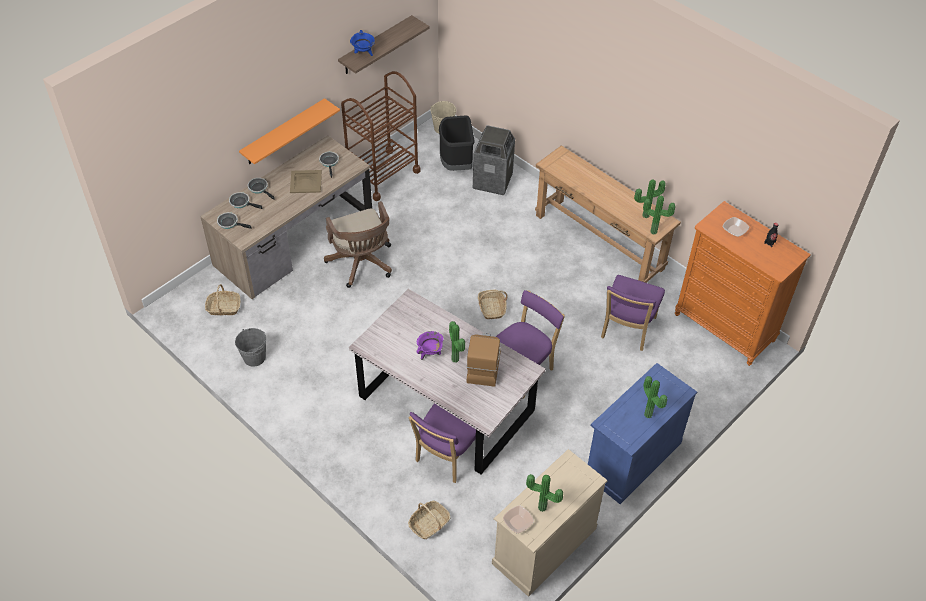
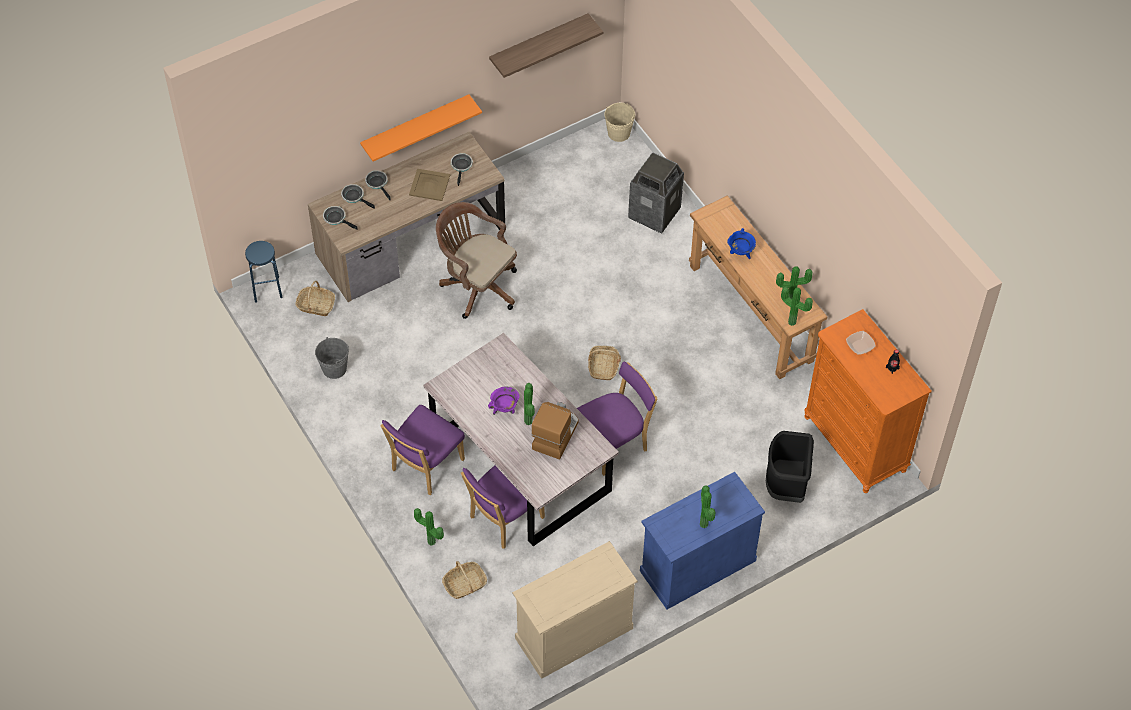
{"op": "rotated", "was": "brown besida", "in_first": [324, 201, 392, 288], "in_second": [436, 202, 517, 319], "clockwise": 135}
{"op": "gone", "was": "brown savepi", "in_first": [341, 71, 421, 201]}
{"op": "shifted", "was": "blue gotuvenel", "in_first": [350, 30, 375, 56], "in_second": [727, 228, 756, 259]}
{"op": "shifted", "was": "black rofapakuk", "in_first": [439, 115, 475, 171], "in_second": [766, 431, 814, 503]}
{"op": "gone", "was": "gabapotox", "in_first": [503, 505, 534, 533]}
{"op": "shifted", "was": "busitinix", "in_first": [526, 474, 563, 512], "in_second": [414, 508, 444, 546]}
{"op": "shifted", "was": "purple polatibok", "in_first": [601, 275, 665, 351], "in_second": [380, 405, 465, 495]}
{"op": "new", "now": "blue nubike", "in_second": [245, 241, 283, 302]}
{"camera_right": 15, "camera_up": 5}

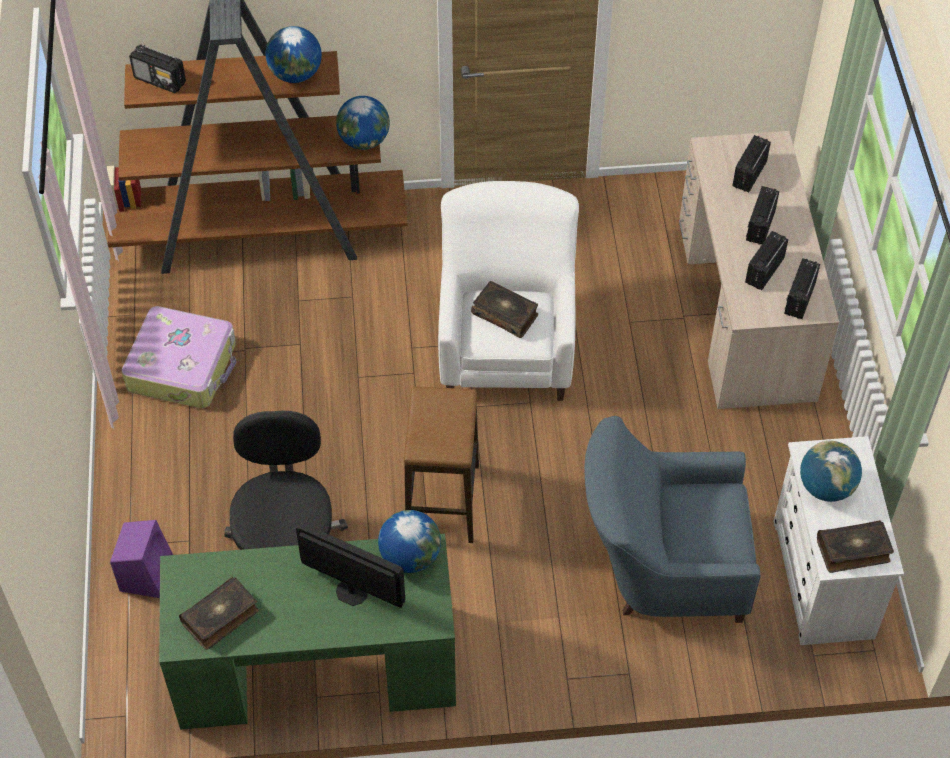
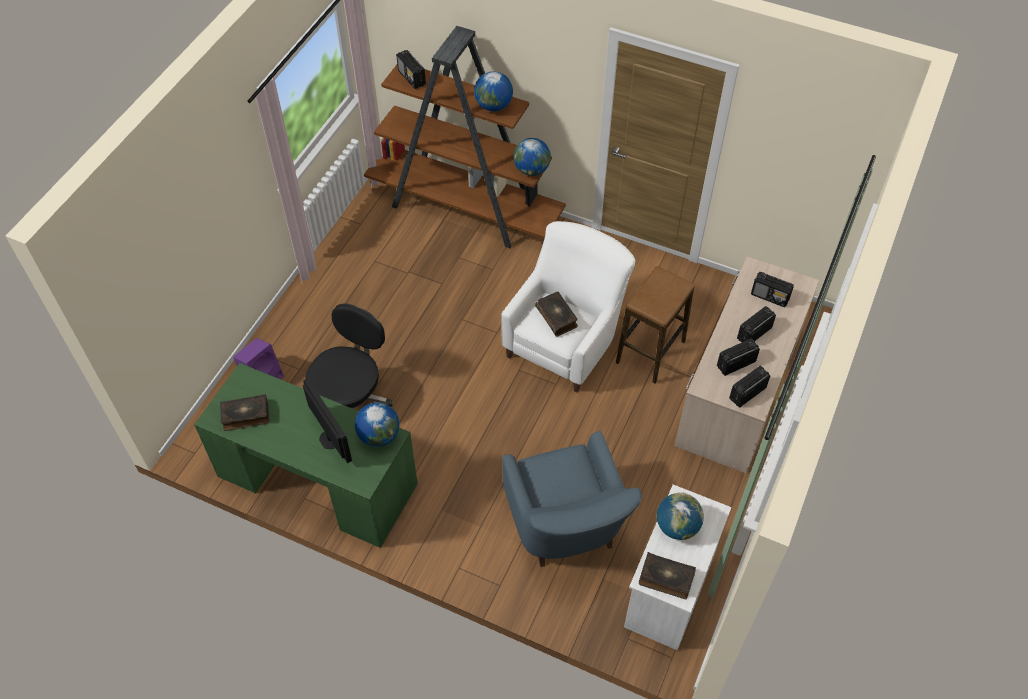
{"op": "gone", "was": "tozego", "in_first": [122, 306, 236, 408]}
{"op": "shifted", "was": "nubike", "in_first": [404, 387, 479, 543], "in_second": [616, 266, 695, 384]}
{"op": "rotated", "was": "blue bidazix", "in_first": [584, 416, 761, 623], "in_second": [502, 431, 642, 567], "clockwise": -135}
{"op": "rotated", "was": "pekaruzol", "in_first": [732, 135, 771, 192], "in_second": [751, 272, 794, 307], "clockwise": -120}
{"camera_right": 30, "camera_up": 0}

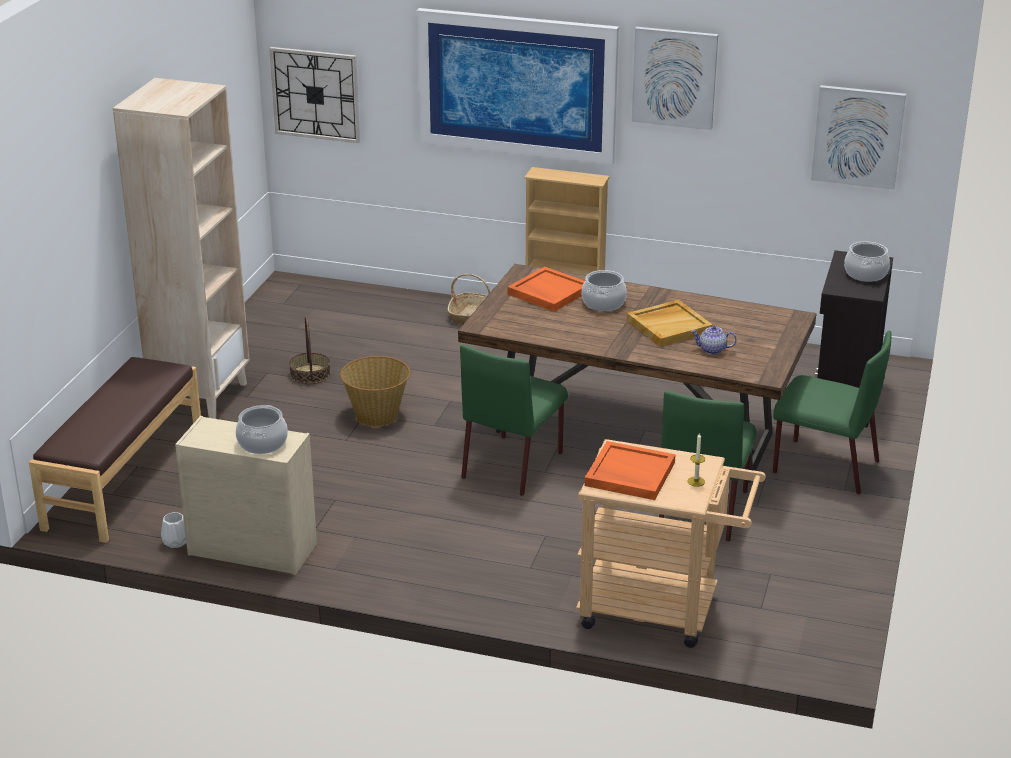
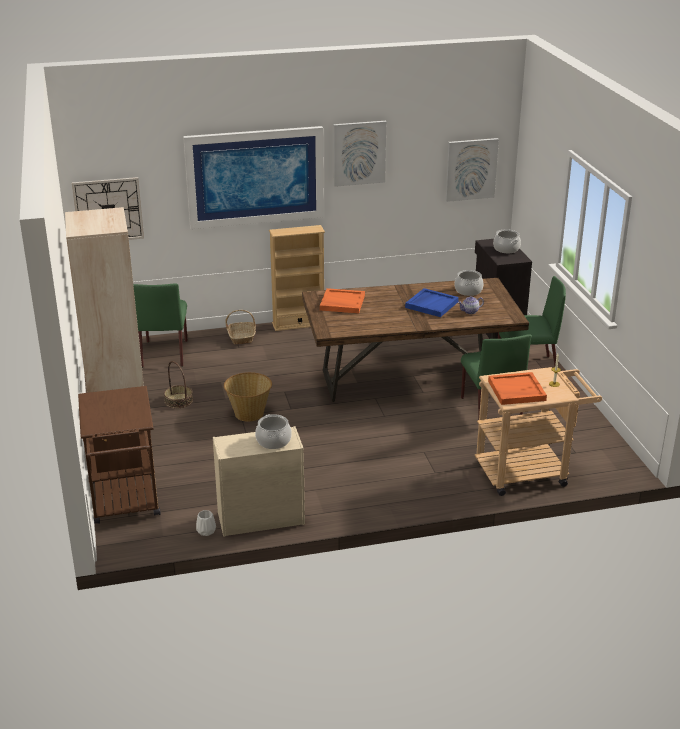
{"op": "swapped", "was": "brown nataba", "now": "brown savepi", "in_first": [29, 357, 201, 543], "in_second": [78, 386, 161, 524]}
{"op": "shifted", "was": "green polatibok", "in_first": [460, 345, 568, 496], "in_second": [133, 283, 188, 368]}
{"op": "shifted", "was": "gotuvenel", "in_first": [581, 270, 627, 311], "in_second": [454, 270, 483, 296]}
{"op": "repainted", "was": "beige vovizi", "now": "blue vovizi", "in_first": [627, 300, 713, 346], "in_second": [405, 288, 459, 317]}
{"camera_right": -30, "camera_up": 0}

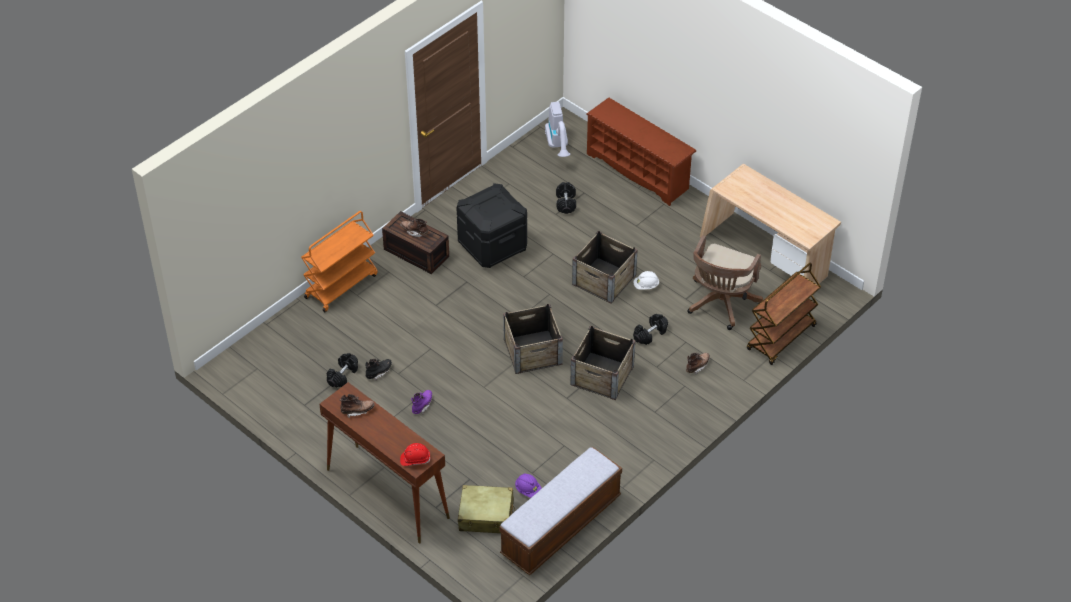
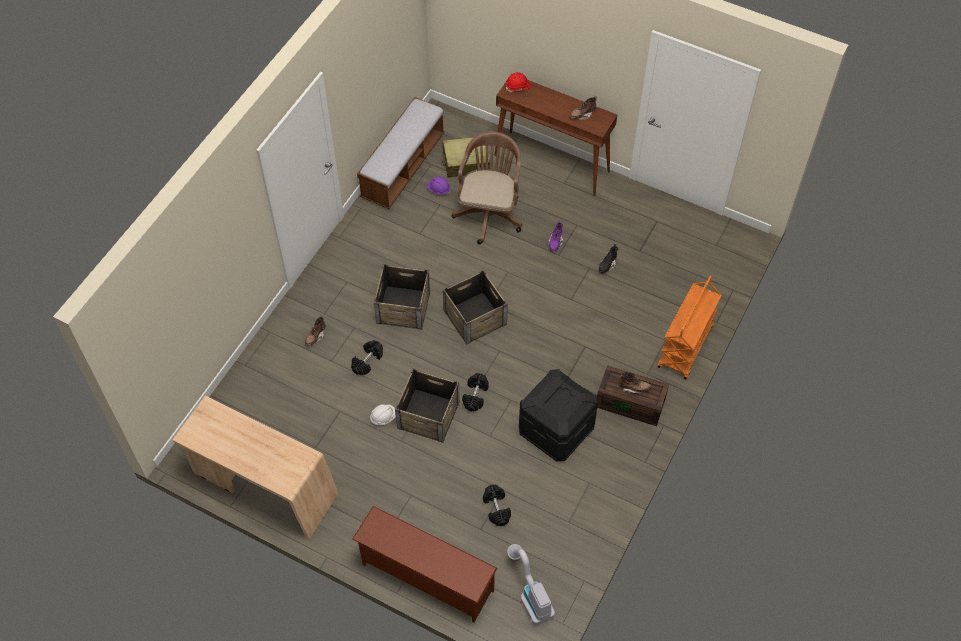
{"op": "shifted", "was": "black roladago", "in_first": [327, 353, 358, 387], "in_second": [462, 373, 489, 411]}
{"op": "shifted", "was": "brown besida", "in_first": [688, 235, 763, 330], "in_second": [452, 131, 522, 244]}
{"op": "gone", "was": "brown savepi", "in_first": [747, 263, 821, 365]}
{"camera_right": 165, "camera_up": 10}

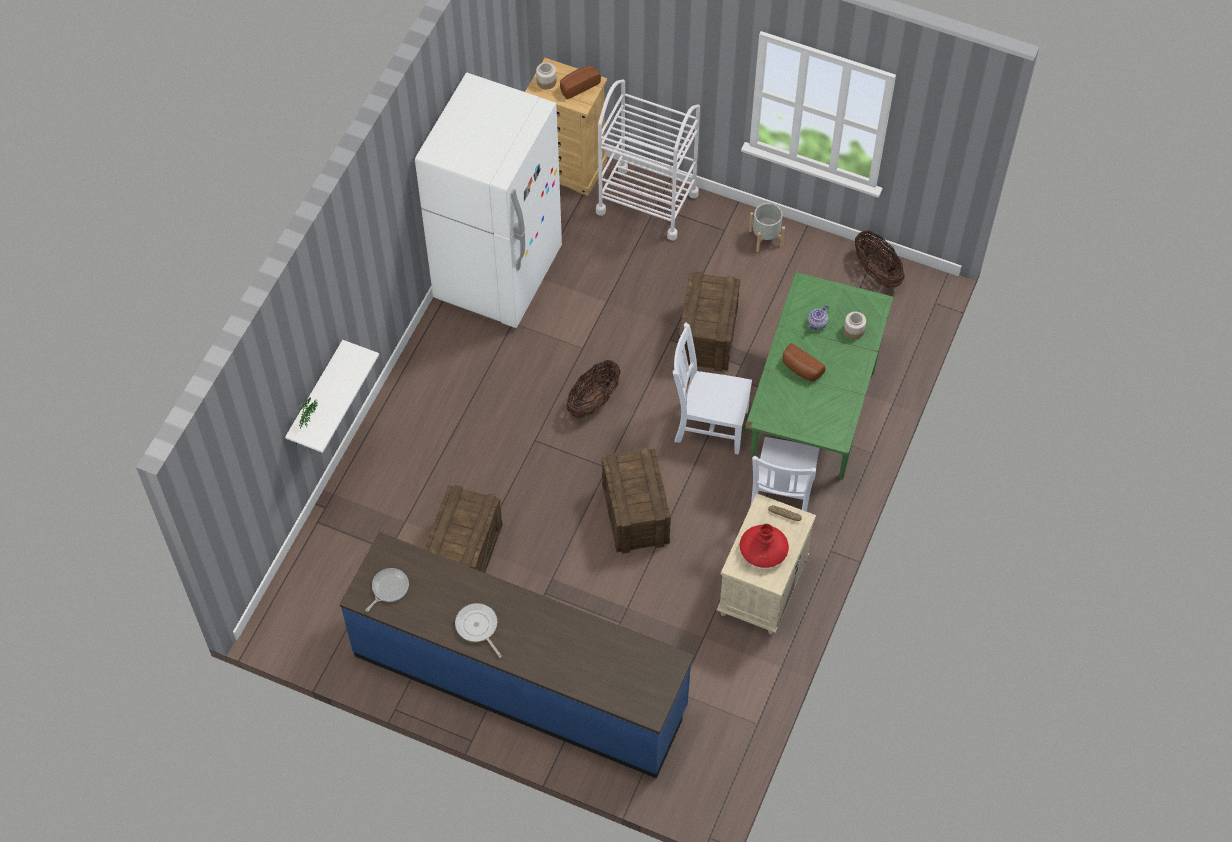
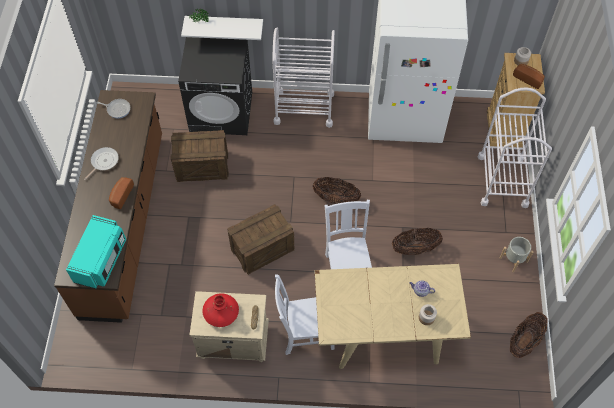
{"op": "repainted", "was": "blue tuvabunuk", "now": "brown tuvabunuk", "in_first": [340, 532, 694, 778], "in_second": [54, 90, 162, 323]}
{"op": "swapped", "was": "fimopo", "now": "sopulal", "in_first": [678, 271, 741, 372], "in_second": [392, 228, 443, 255]}
{"op": "repainted", "was": "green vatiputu", "now": "beige vatiputu", "in_first": [745, 272, 894, 479], "in_second": [315, 264, 471, 369]}
{"op": "shifted", "was": "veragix", "in_first": [783, 343, 826, 381], "in_second": [109, 177, 134, 209]}
{"op": "new", "now": "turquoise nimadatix", "in_second": [66, 215, 126, 289]}
{"op": "new", "now": "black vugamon", "in_second": [178, 37, 252, 135]}
{"op": "new", "now": "white savepi", "in_second": [272, 28, 335, 128]}
{"camera_right": 70, "camera_up": 0}

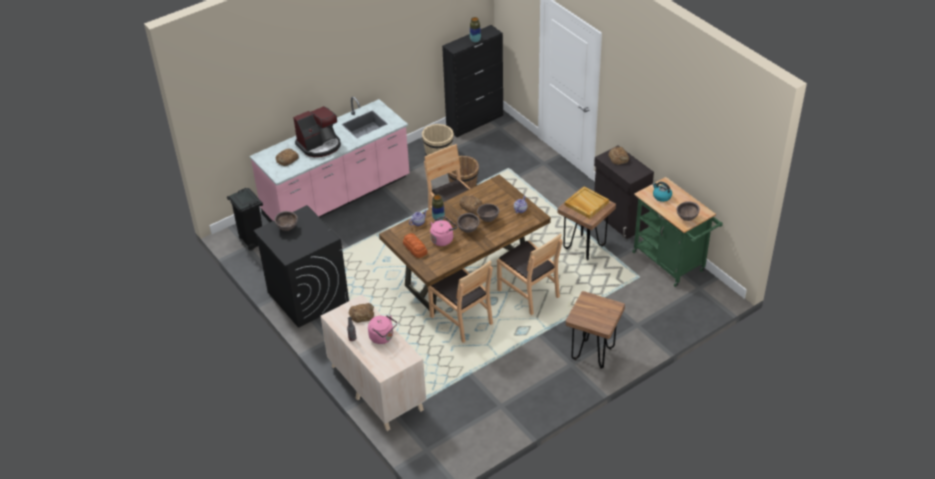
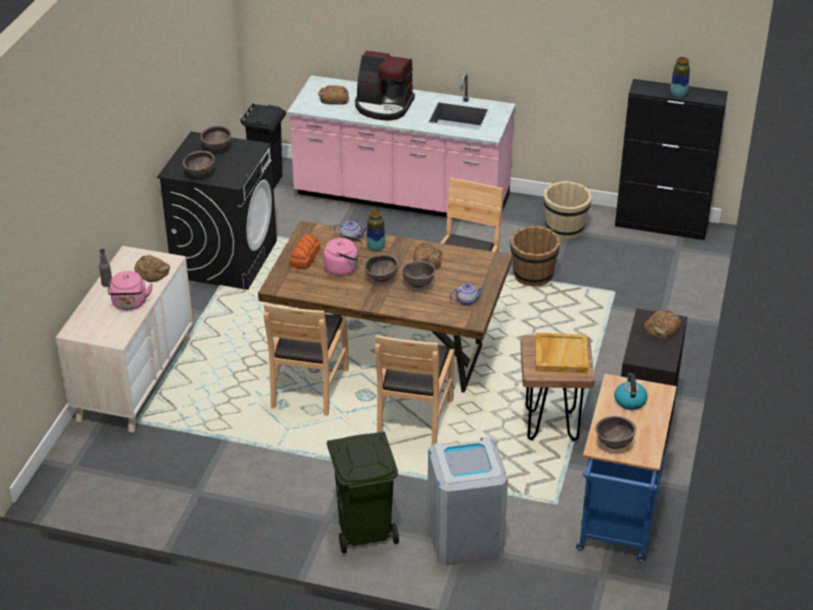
{"op": "swapped", "was": "brown nubike", "now": "green rofapakuk", "in_first": [566, 291, 625, 369], "in_second": [327, 431, 399, 553]}
{"op": "repainted", "was": "green savepi", "now": "blue savepi", "in_first": [632, 177, 723, 287], "in_second": [576, 374, 677, 562]}
{"op": "new", "now": "brown gabapotox", "in_second": [183, 151, 214, 177]}
{"op": "new", "now": "grey rofapakuk", "in_second": [427, 437, 508, 565]}
{"camera_right": 50, "camera_up": -5}

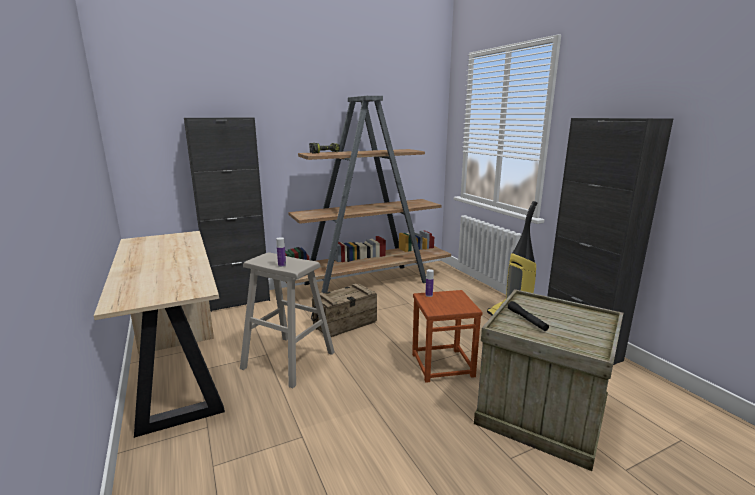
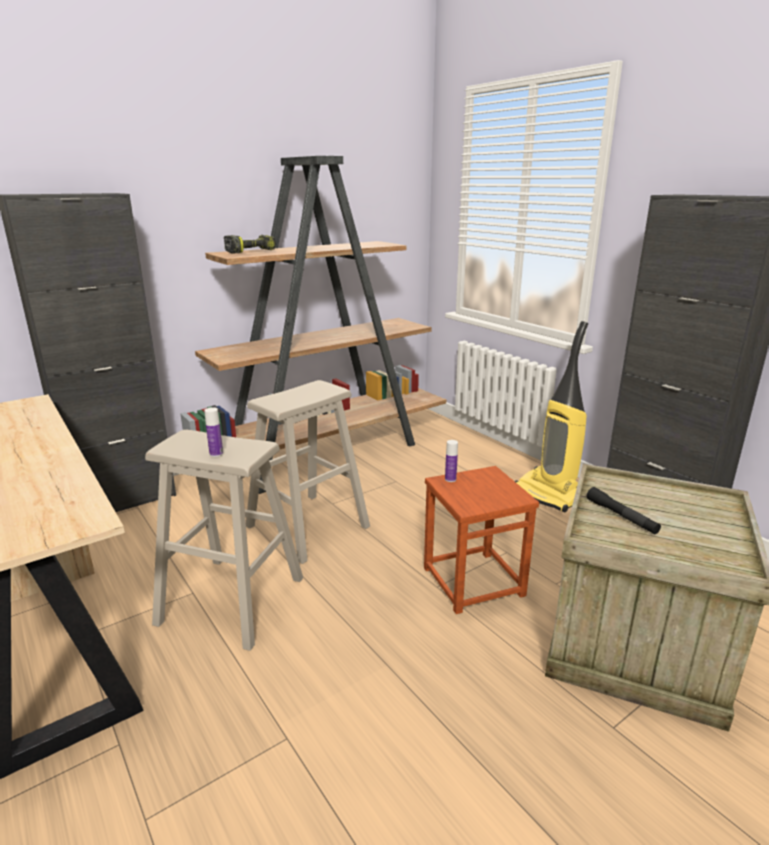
{"op": "swapped", "was": "fimopo", "now": "beige nubike", "in_first": [311, 283, 377, 337], "in_second": [246, 380, 370, 564]}
{"camera_right": -10, "camera_up": 5}

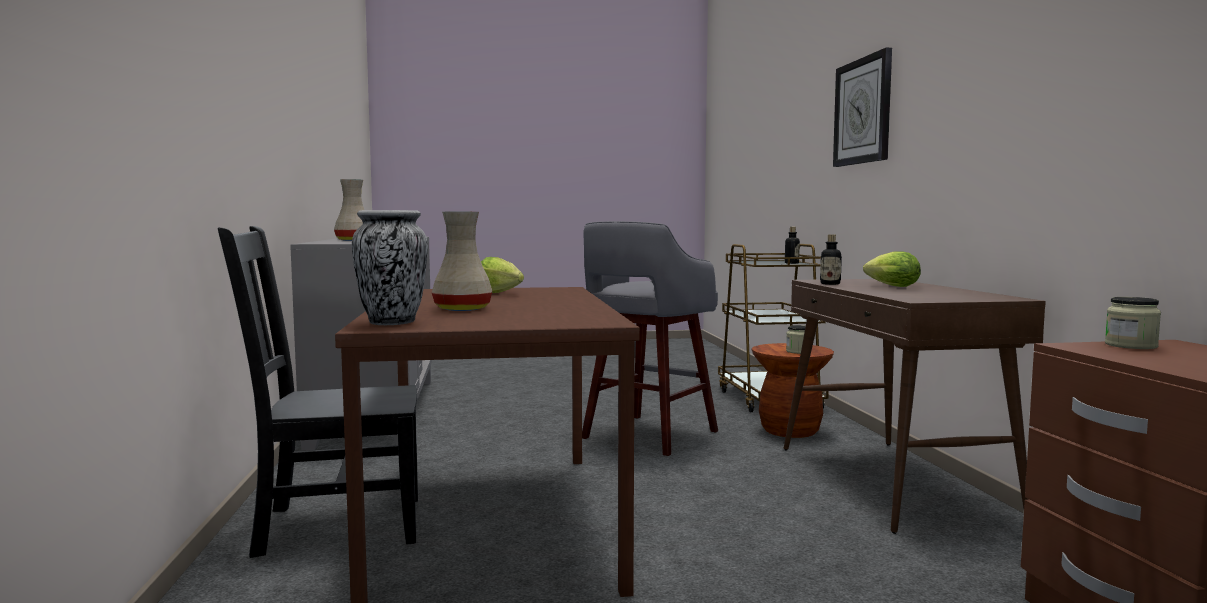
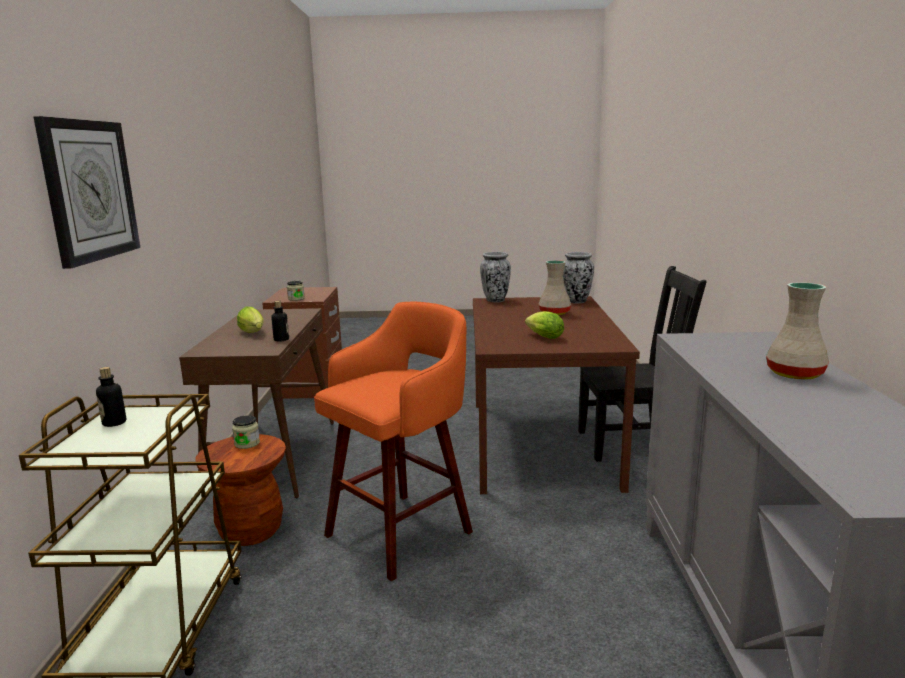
{"op": "repainted", "was": "grey nubike", "now": "orange nubike", "in_first": [582, 221, 718, 456], "in_second": [314, 302, 473, 581]}
{"op": "new", "now": "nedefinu", "in_second": [480, 252, 511, 303]}
{"camera_right": -170, "camera_up": 10}

